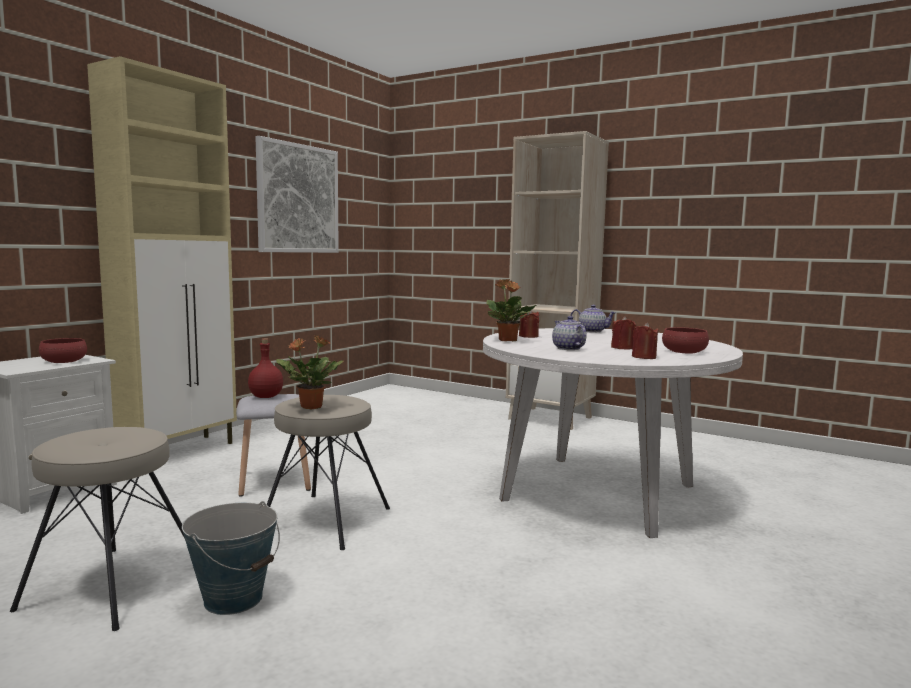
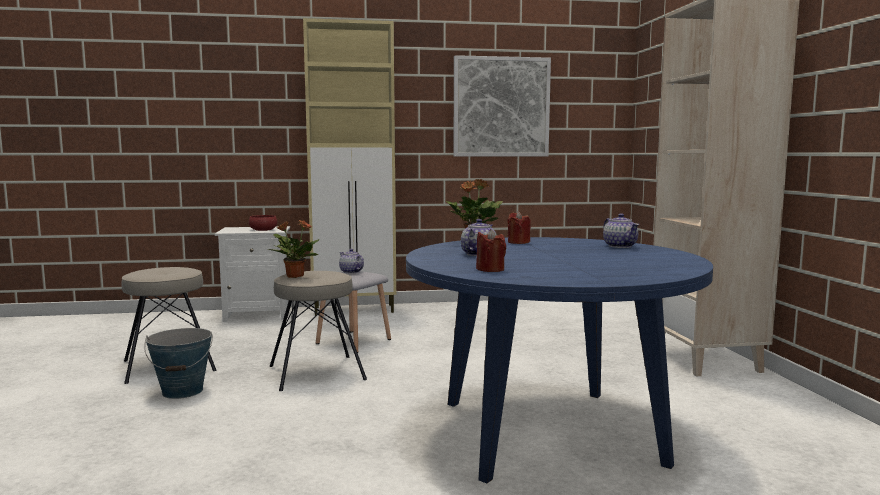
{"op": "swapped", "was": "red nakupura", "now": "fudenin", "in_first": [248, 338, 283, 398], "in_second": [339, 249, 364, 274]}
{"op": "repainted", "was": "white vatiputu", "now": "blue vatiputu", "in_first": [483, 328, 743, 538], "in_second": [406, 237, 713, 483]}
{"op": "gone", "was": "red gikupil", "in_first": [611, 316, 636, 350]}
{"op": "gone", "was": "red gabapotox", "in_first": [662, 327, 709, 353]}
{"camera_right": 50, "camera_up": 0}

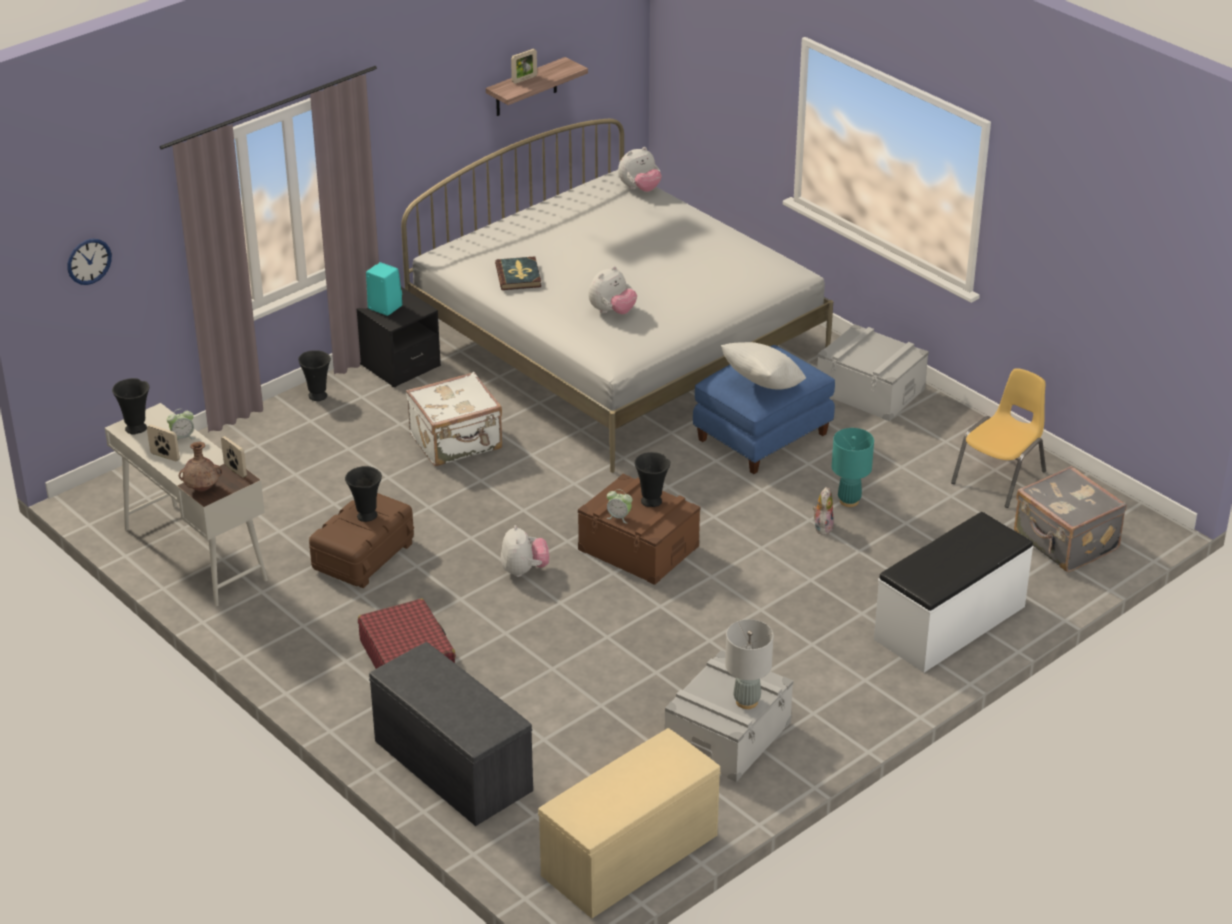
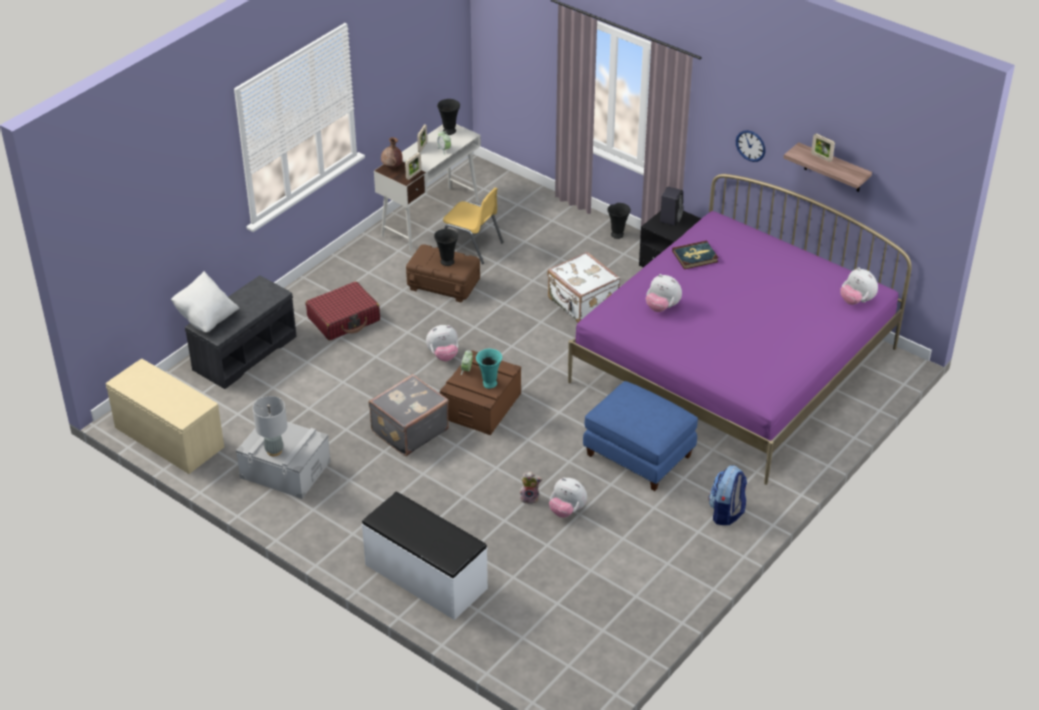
{"op": "shifted", "was": "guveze", "in_first": [68, 239, 112, 285], "in_second": [736, 130, 766, 162]}
{"op": "repainted", "was": "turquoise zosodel", "now": "black zosodel", "in_first": [366, 262, 402, 316], "in_second": [660, 187, 684, 226]}
{"op": "repainted", "was": "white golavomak", "now": "purple golavomak", "in_first": [401, 119, 833, 473], "in_second": [568, 174, 912, 485]}
{"op": "repainted", "was": "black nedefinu", "now": "turquoise nedefinu", "in_first": [634, 452, 670, 507], "in_second": [476, 349, 502, 389]}
{"op": "shifted", "was": "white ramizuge", "in_first": [721, 342, 806, 390], "in_second": [171, 271, 240, 332]}
{"op": "swapped", "was": "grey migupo", "now": "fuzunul", "in_first": [817, 324, 929, 421], "in_second": [709, 466, 747, 525]}
{"op": "swapped", "was": "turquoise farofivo", "now": "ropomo", "in_first": [832, 428, 874, 507], "in_second": [549, 478, 587, 518]}
{"op": "shifted", "was": "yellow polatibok", "in_first": [951, 368, 1046, 508], "in_second": [437, 187, 504, 264]}
{"op": "shifted", "was": "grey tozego", "in_first": [1014, 466, 1126, 572], "in_second": [369, 374, 449, 456]}
{"camera_right": 80, "camera_up": 5}

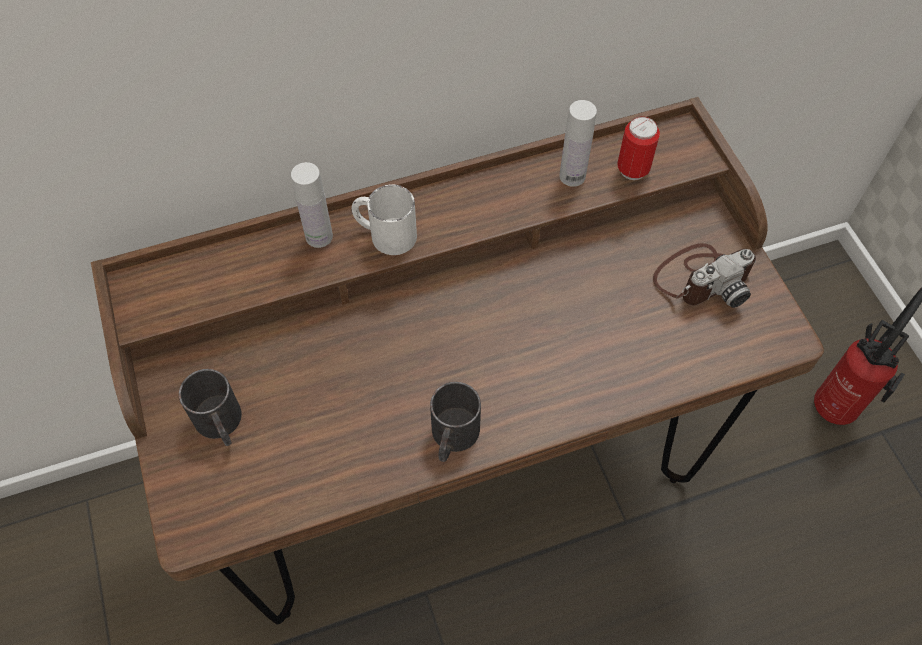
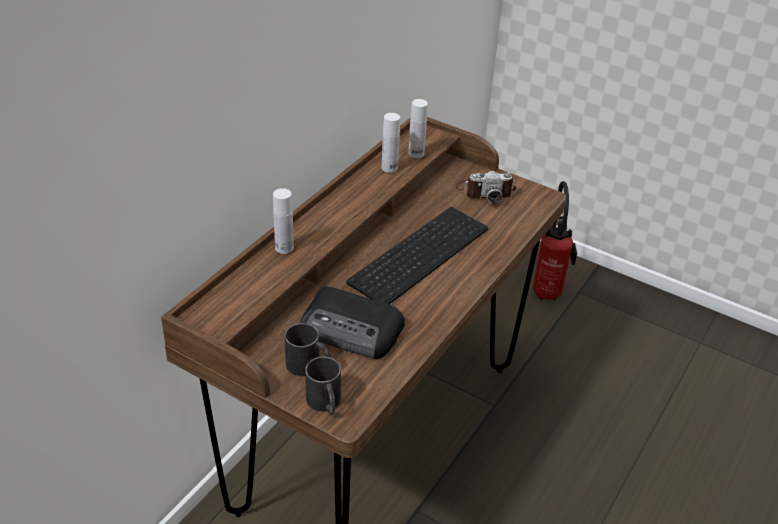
{"op": "gone", "was": "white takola", "in_first": [351, 184, 417, 255]}
{"op": "shifted", "was": "black takola", "in_first": [430, 382, 481, 462], "in_second": [305, 357, 341, 414]}
{"op": "swapped", "was": "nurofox", "now": "white nakupura", "in_first": [617, 116, 660, 180], "in_second": [408, 99, 428, 158]}
{"op": "rotated", "was": "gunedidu", "in_first": [653, 243, 756, 308], "in_second": [455, 171, 516, 203], "clockwise": 60}
{"op": "new", "now": "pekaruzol", "in_second": [300, 286, 404, 359]}
{"op": "new", "now": "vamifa", "in_second": [346, 207, 488, 304]}
{"camera_right": -40, "camera_up": -20}

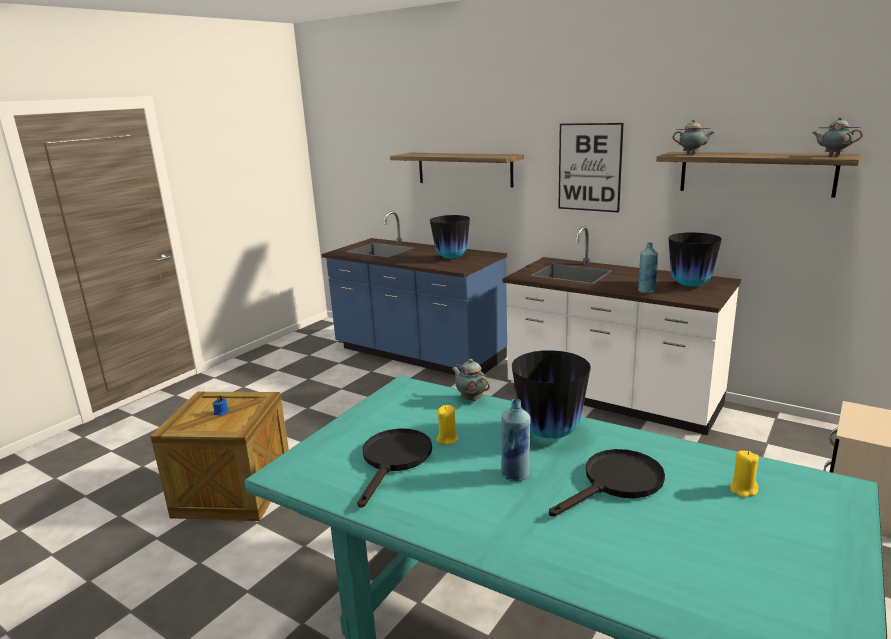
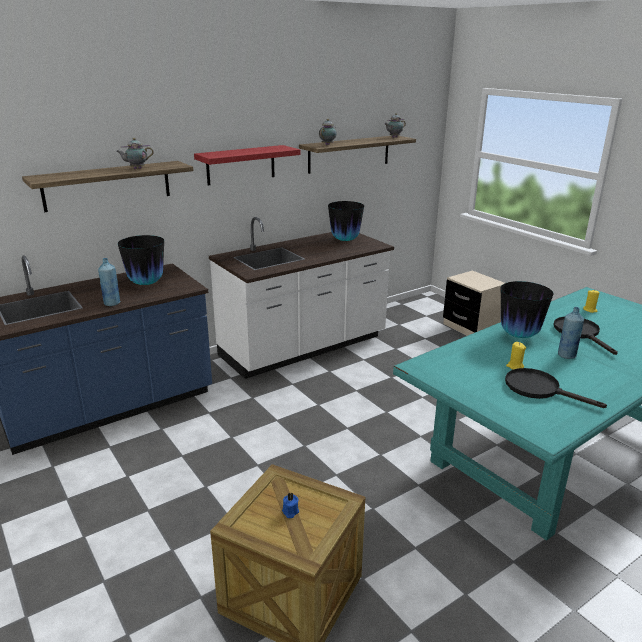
{"op": "shifted", "was": "fudenin", "in_first": [451, 359, 490, 401], "in_second": [116, 138, 154, 169]}
{"op": "swapped", "was": "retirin", "now": "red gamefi", "in_first": [558, 123, 624, 212], "in_second": [194, 145, 300, 185]}
{"op": "shifted", "was": "blue nakupura", "in_first": [638, 243, 658, 293], "in_second": [98, 258, 121, 306]}
{"camera_right": -70, "camera_up": 5}

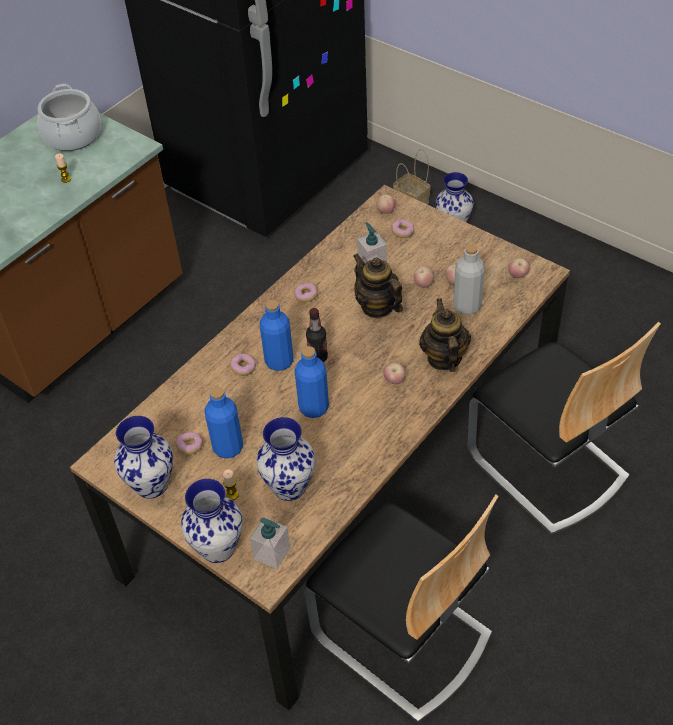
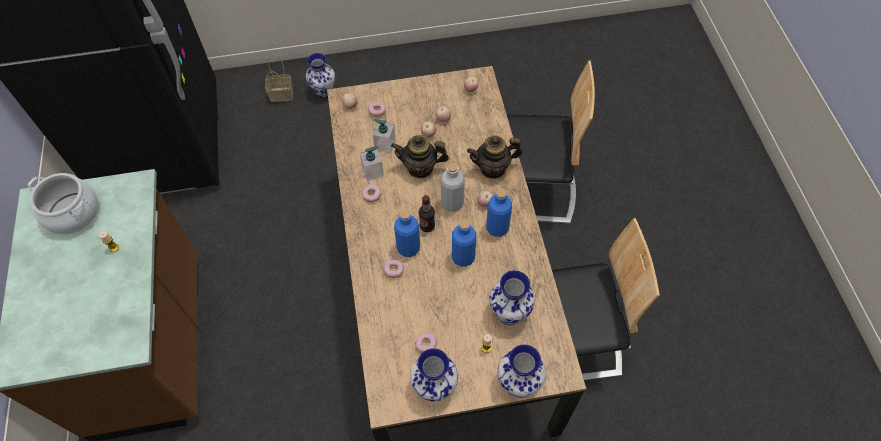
{"op": "shifted", "was": "blue nakupura", "in_first": [205, 387, 243, 459], "in_second": [486, 189, 512, 237]}
{"op": "shifted", "was": "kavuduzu", "in_first": [250, 517, 290, 569], "in_second": [359, 146, 384, 182]}
{"op": "rotated", "was": "fudenin", "in_first": [419, 298, 471, 372], "in_second": [467, 135, 522, 179], "clockwise": -45}
{"op": "shifted", "was": "grey nakupura", "in_first": [454, 244, 485, 315], "in_second": [441, 163, 465, 212]}
{"camera_right": -50, "camera_up": 10}

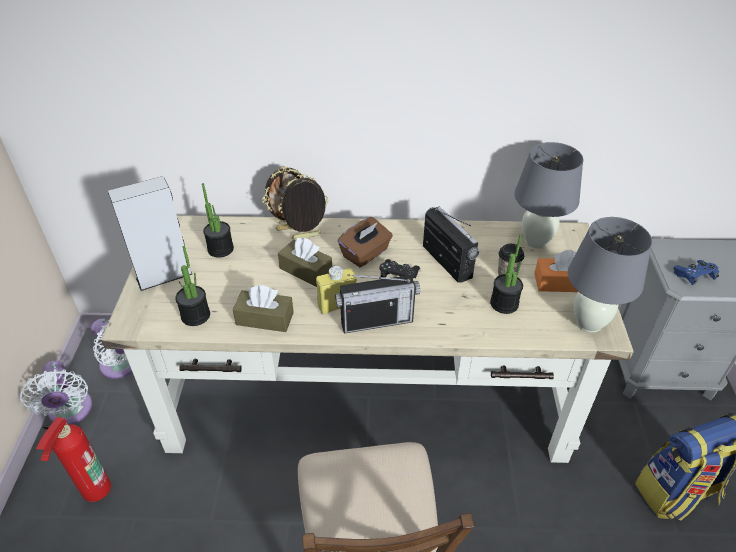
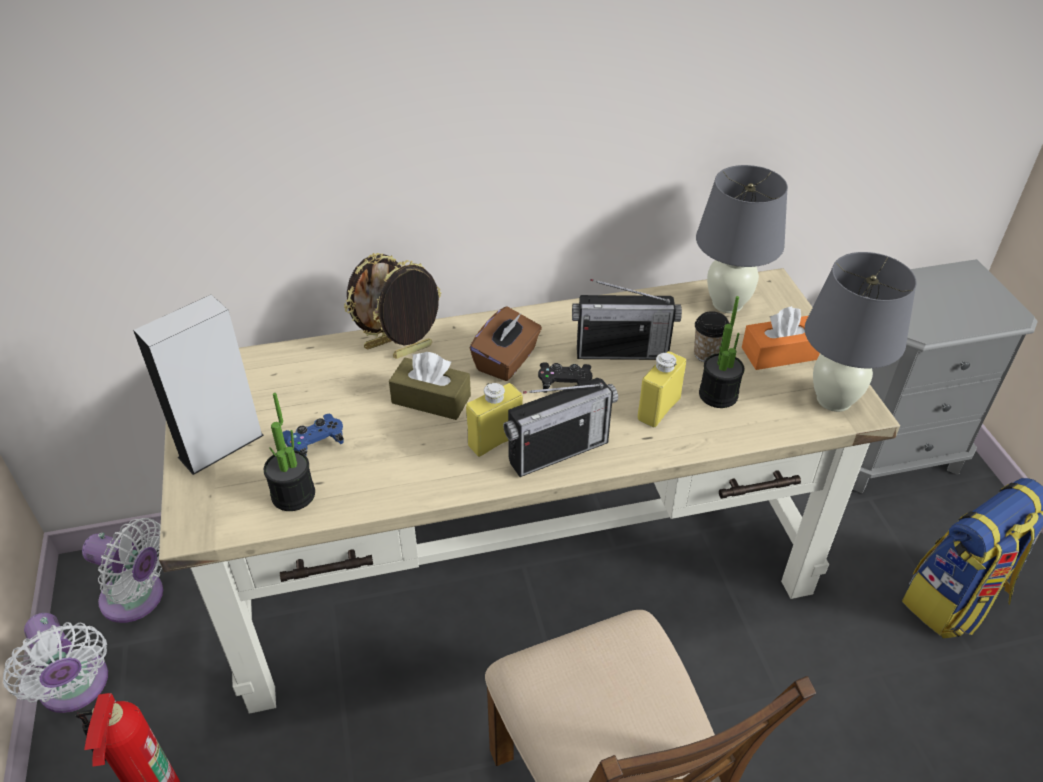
{"op": "gone", "was": "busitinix", "in_first": [202, 183, 234, 258]}
{"op": "gone", "was": "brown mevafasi", "in_first": [233, 285, 294, 332]}
{"op": "rotated", "was": "pekaruzol", "in_first": [423, 206, 480, 283], "in_second": [572, 279, 682, 360], "clockwise": 135}
{"op": "shifted", "was": "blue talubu", "in_first": [673, 260, 719, 285], "in_second": [282, 414, 344, 456]}
{"op": "new", "now": "yellow nakupura", "in_second": [638, 351, 686, 427]}
{"camera_right": -15, "camera_up": 0}

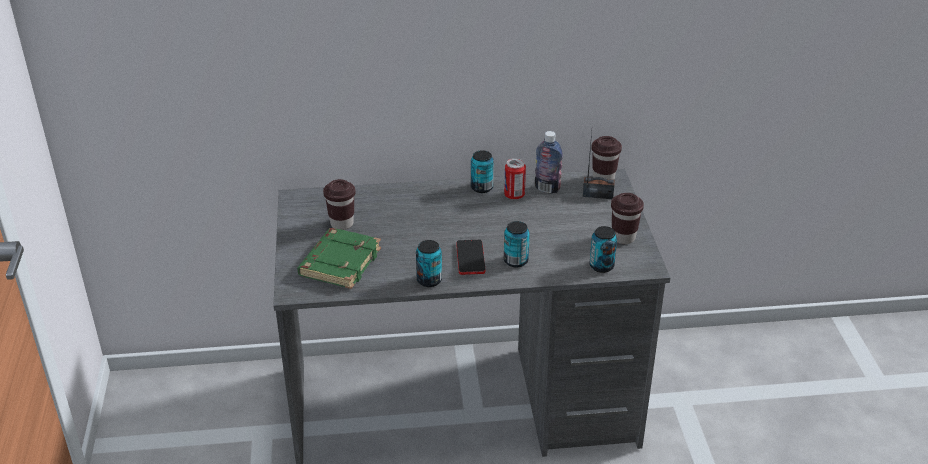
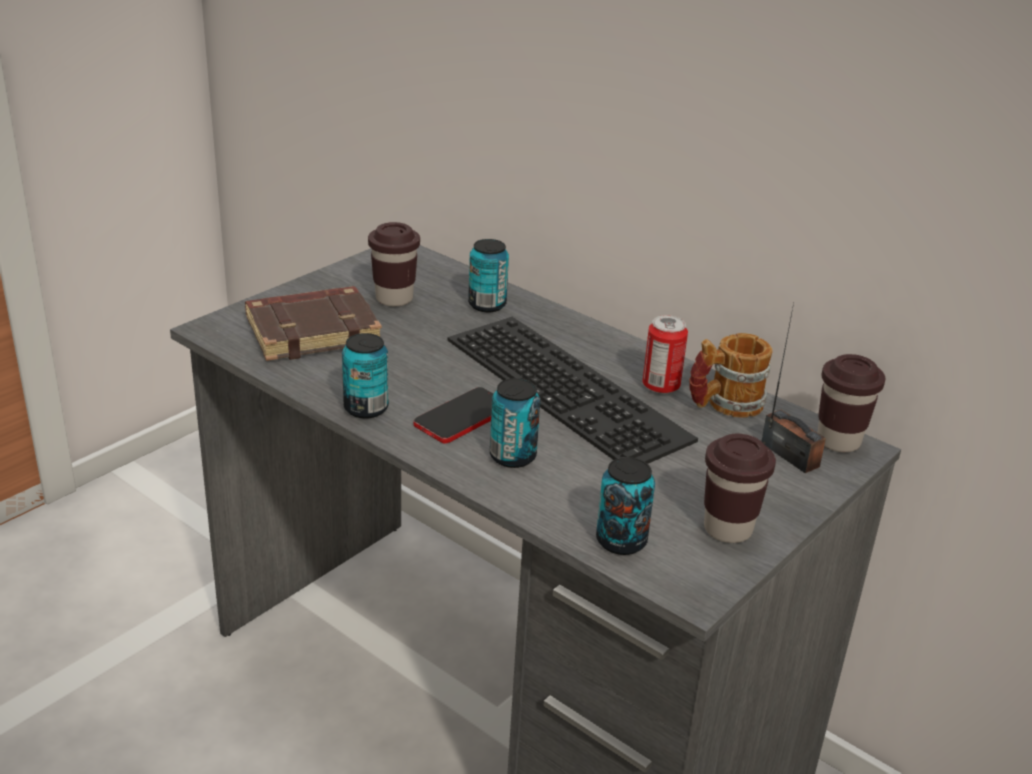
{"op": "repainted", "was": "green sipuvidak", "now": "brown sipuvidak", "in_first": [297, 228, 381, 289], "in_second": [245, 286, 382, 361]}
{"op": "shifted", "was": "nurofox", "in_first": [471, 150, 494, 193], "in_second": [468, 239, 509, 312]}
{"op": "swapped", "was": "nakupura", "now": "takola", "in_first": [535, 131, 563, 193], "in_second": [689, 333, 772, 418]}
{"op": "new", "now": "vamifa", "in_second": [448, 317, 698, 464]}
{"camera_right": 45, "camera_up": -5}

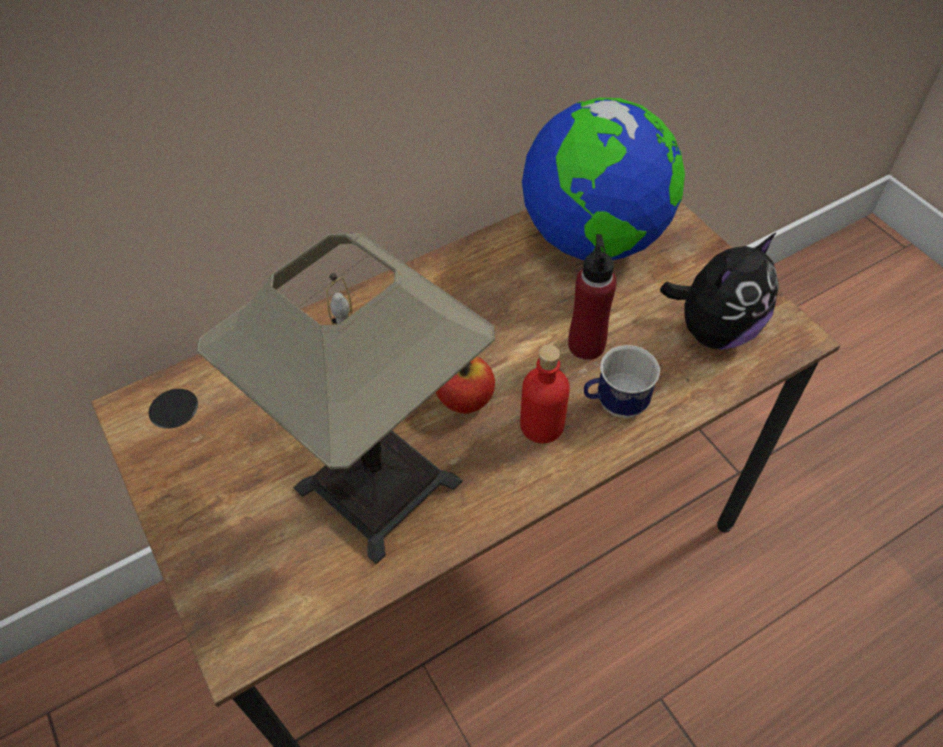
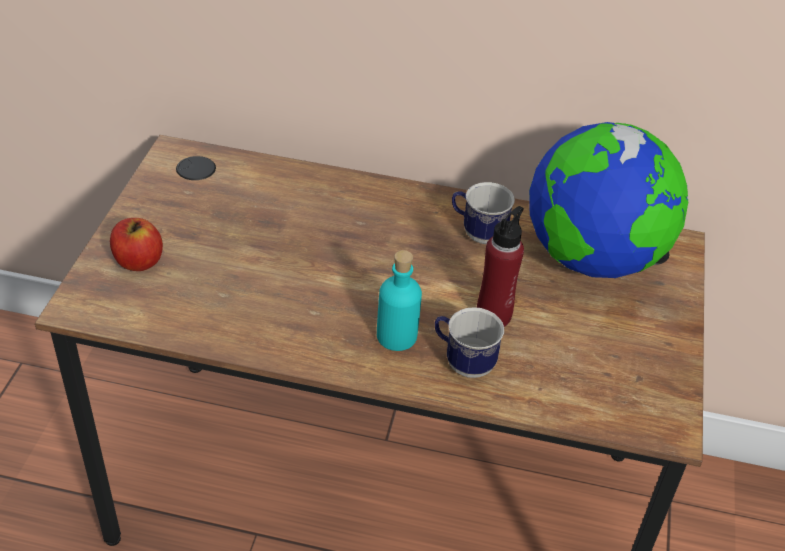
{"op": "gone", "was": "farofivo", "in_first": [197, 233, 495, 564]}
{"op": "shifted", "was": "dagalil", "in_first": [436, 357, 495, 414], "in_second": [110, 218, 163, 271]}
{"op": "repainted", "was": "red nakupura", "now": "turquoise nakupura", "in_first": [520, 345, 570, 443], "in_second": [377, 250, 422, 351]}
{"op": "gone", "was": "ropomo", "in_first": [660, 232, 779, 350]}
{"op": "new", "now": "takola", "in_second": [452, 182, 515, 244]}
{"camera_right": 40, "camera_up": -10}

